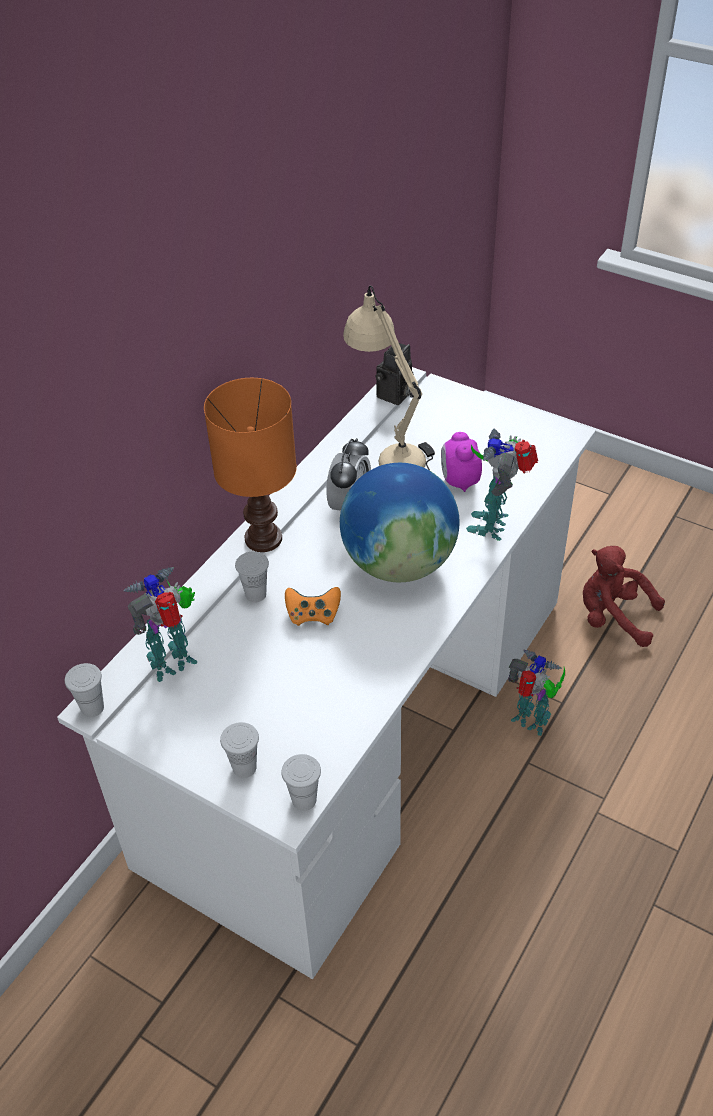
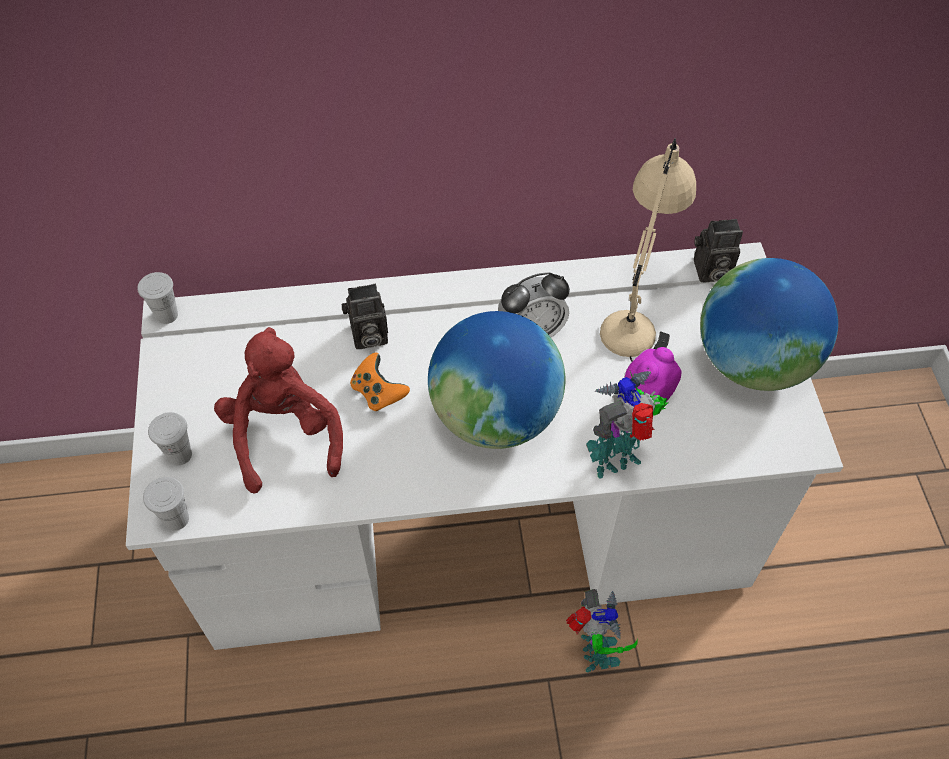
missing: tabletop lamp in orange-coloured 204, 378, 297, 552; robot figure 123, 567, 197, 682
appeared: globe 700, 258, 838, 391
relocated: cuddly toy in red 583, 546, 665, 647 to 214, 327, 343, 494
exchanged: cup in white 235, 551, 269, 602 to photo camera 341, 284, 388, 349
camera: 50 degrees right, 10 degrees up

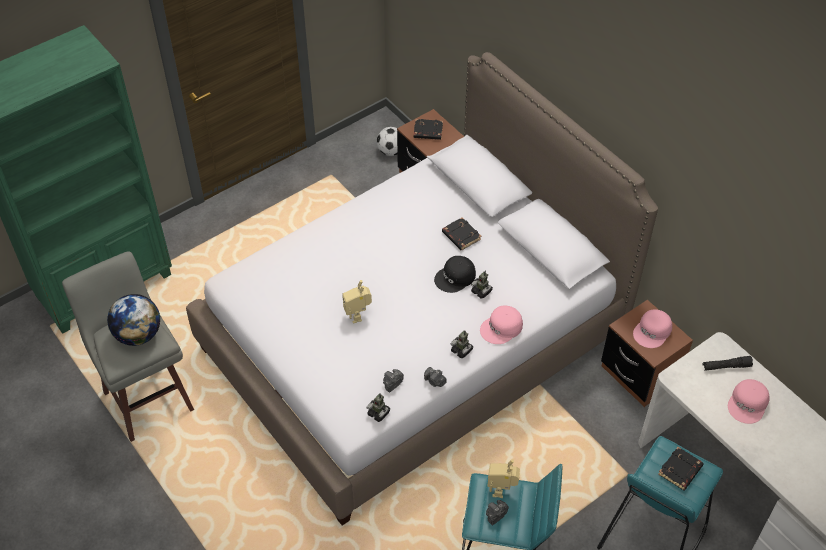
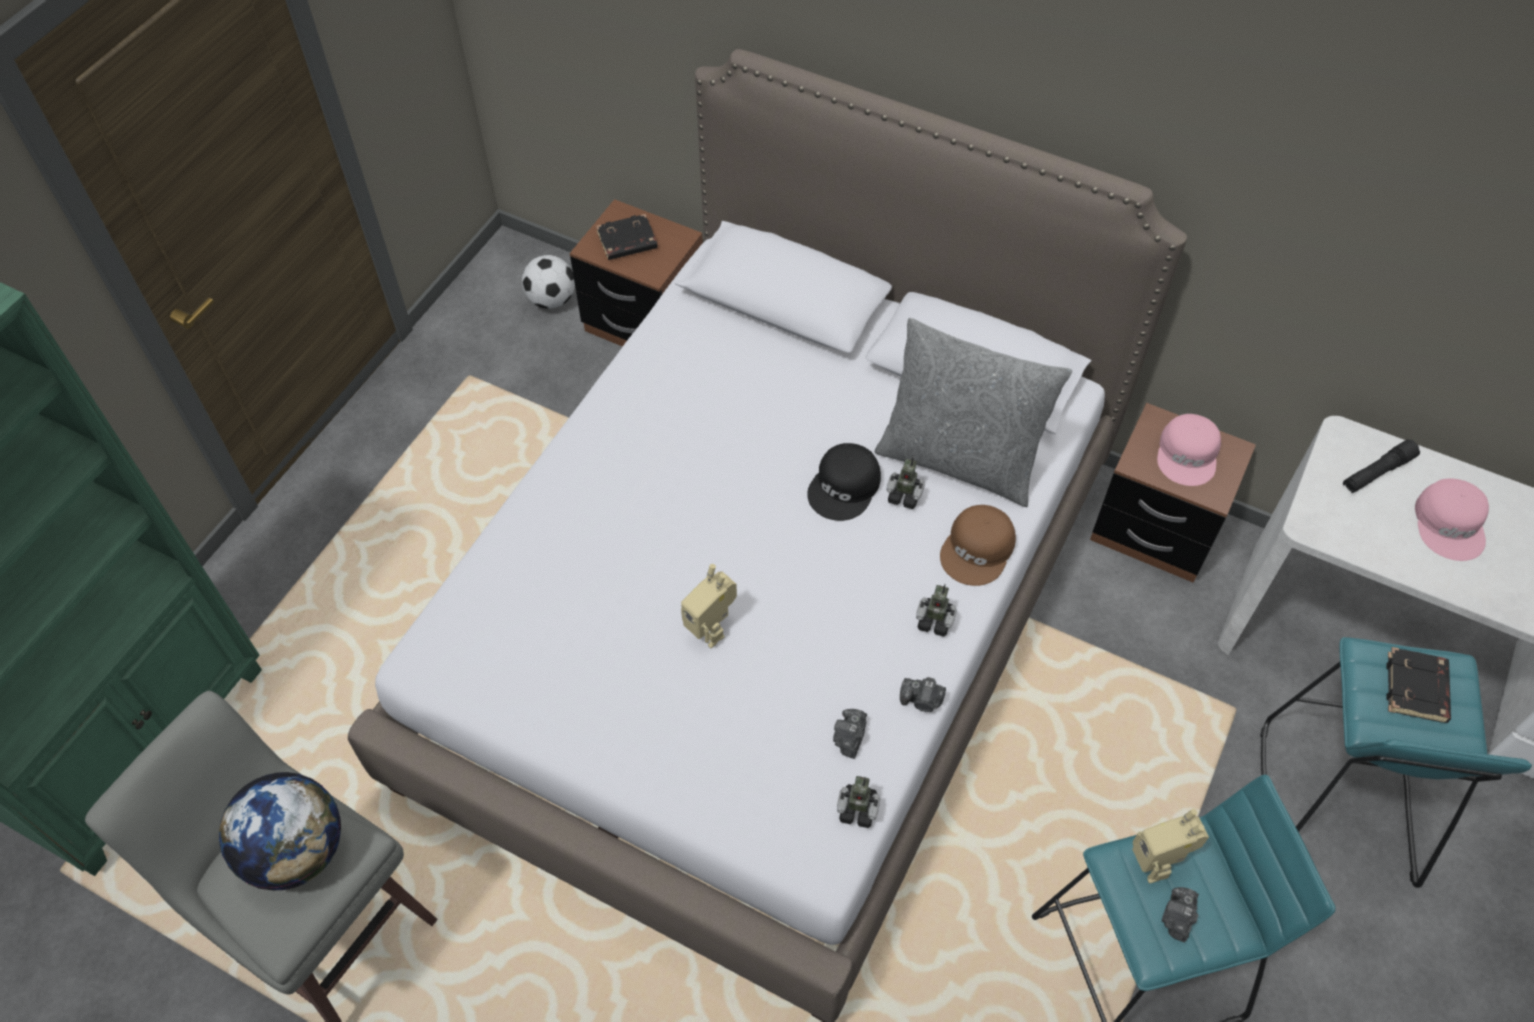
missing: volume in blackish 442, 217, 481, 250
appeared: pillow in gray 875, 318, 1072, 507
colour: cap in pinkish 480, 306, 523, 344 to cap in brown 940, 505, 1016, 586
camera: 25 degrees left, 5 degrees up

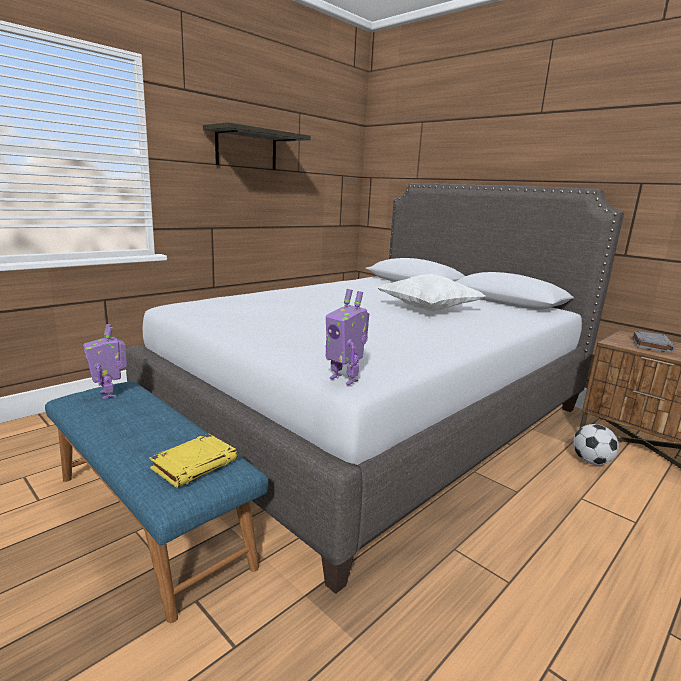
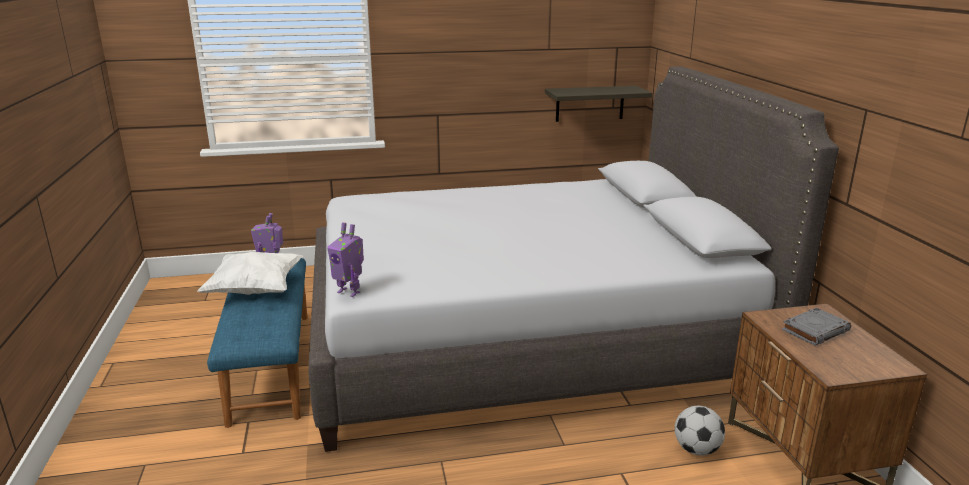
missing: volume in yellowish 149, 433, 238, 488
relocated: shelf 203, 122, 311, 170 to 545, 86, 653, 122; pillow in white 377, 274, 486, 311 to 197, 252, 303, 295
spun: robot figure 326, 289, 369, 385 = 327, 222, 364, 297 45 degrees counterclockwise
camera: 35 degrees right, 5 degrees up

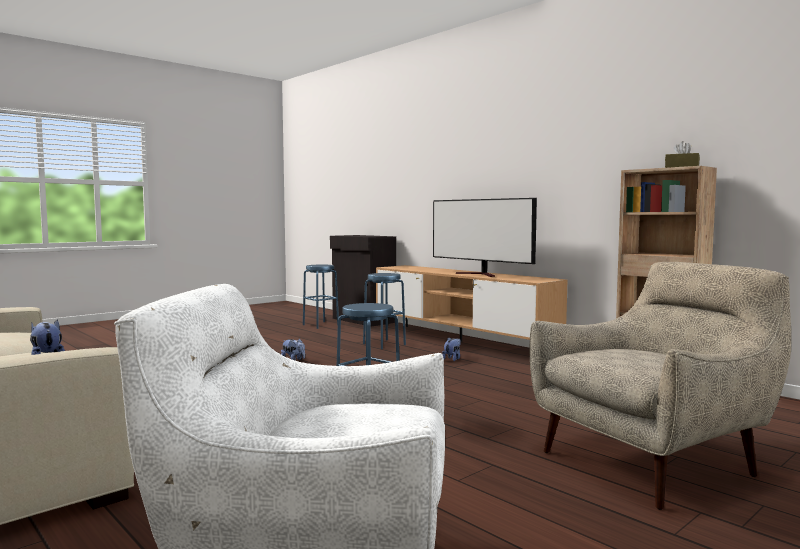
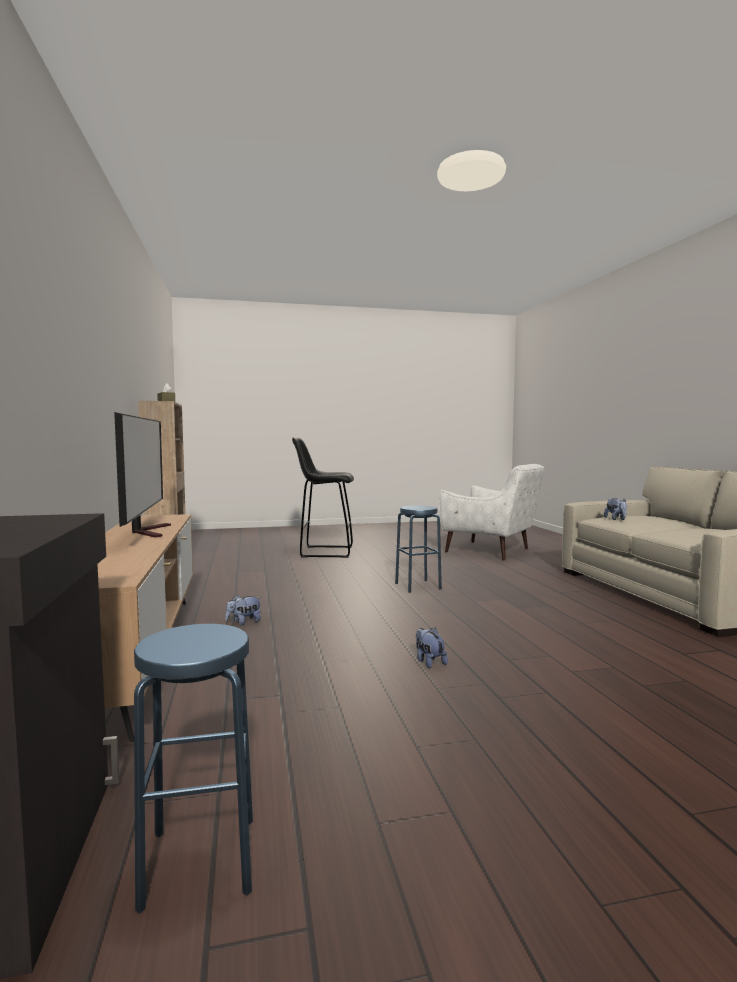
missing: sitting stool in bluish 363, 273, 406, 349
exchanged: armchair in sand-coloured 530, 262, 791, 510 to sitting stool in blackish 292, 437, 354, 558
camera: 150 degrees left, 0 degrees up

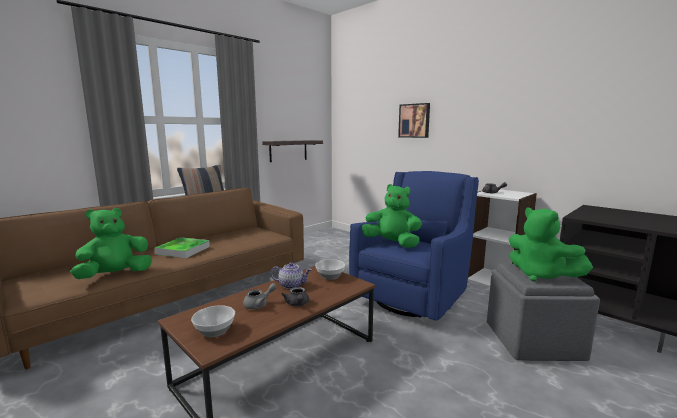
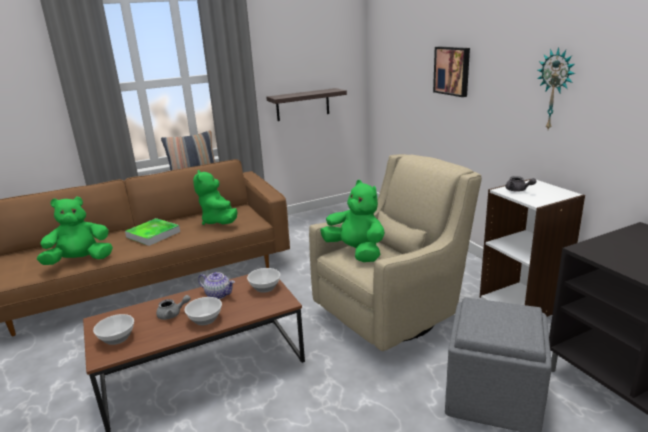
appeared: hanging clock 537, 47, 576, 130
relocated: cuddly toy in green-coloured 509, 208, 593, 281 to 193, 170, 238, 225
exchanged: pot for tea in gray 281, 287, 309, 306 to bowl 185, 297, 222, 325
colour: armchair in bluish 349, 171, 479, 321 to armchair in sand-coloured 309, 154, 482, 351
camera: 20 degrees right, 10 degrees up

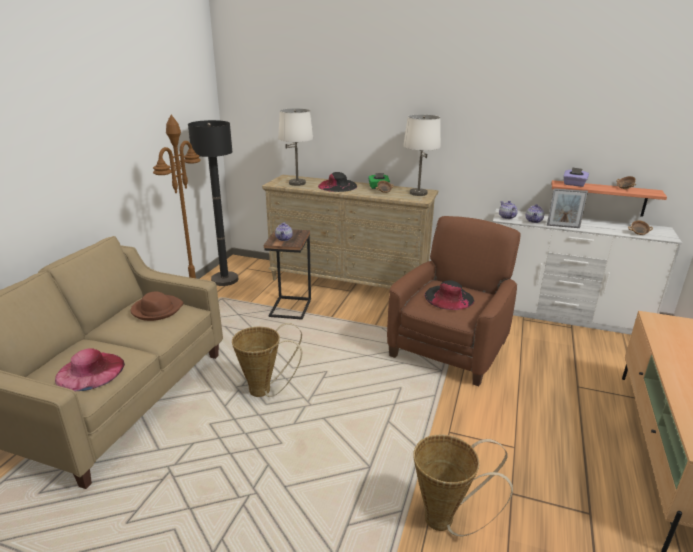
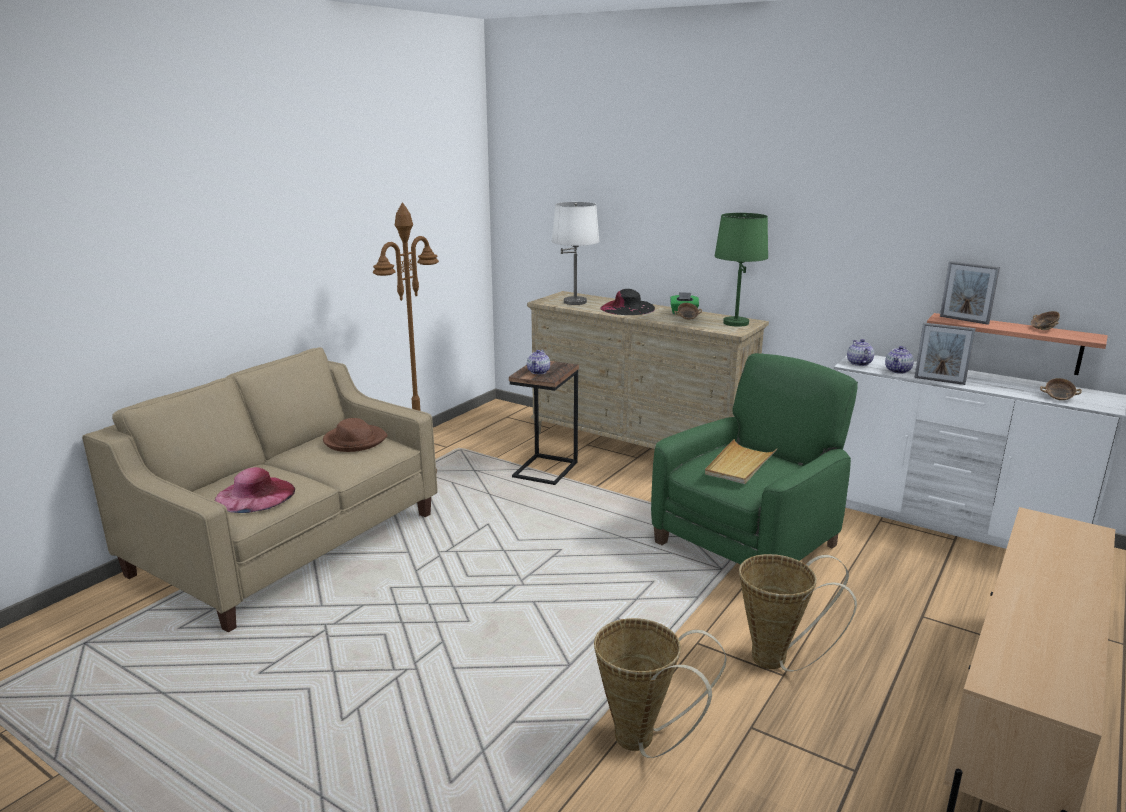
missing: floor lamp in blackish 188, 120, 238, 286
relocated: household basket 232, 323, 302, 397 to 739, 554, 857, 672
exchanged: tissue holder in purple-coloured 563, 167, 589, 187 to standing frame 940, 261, 1000, 325; wearable hat in blackish 424, 280, 474, 310 to serving tray in sand-coloured 705, 439, 778, 484
colour: tabletop lamp in white 403, 115, 441, 196 to tabletop lamp in green-coloured 714, 213, 768, 327; armchair in brown 387, 216, 521, 386 to armchair in green-coloured 651, 353, 858, 564
camera: 15 degrees right, 5 degrees down

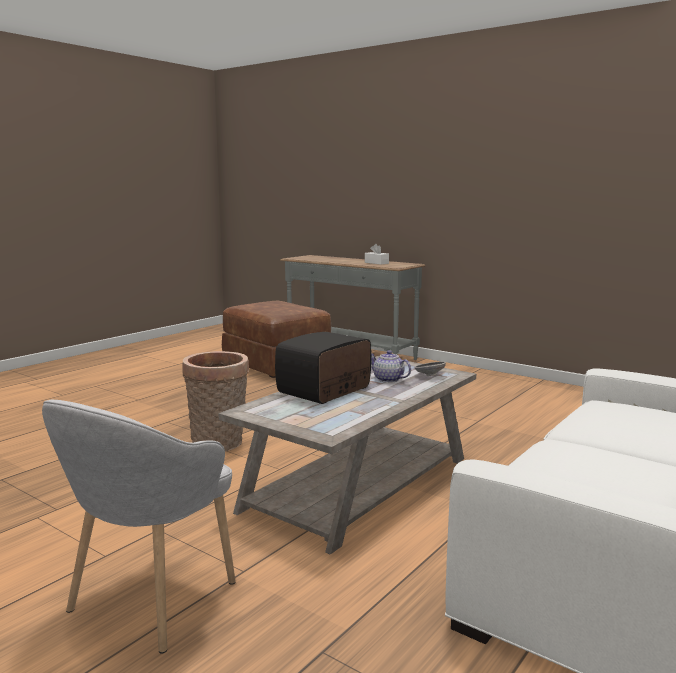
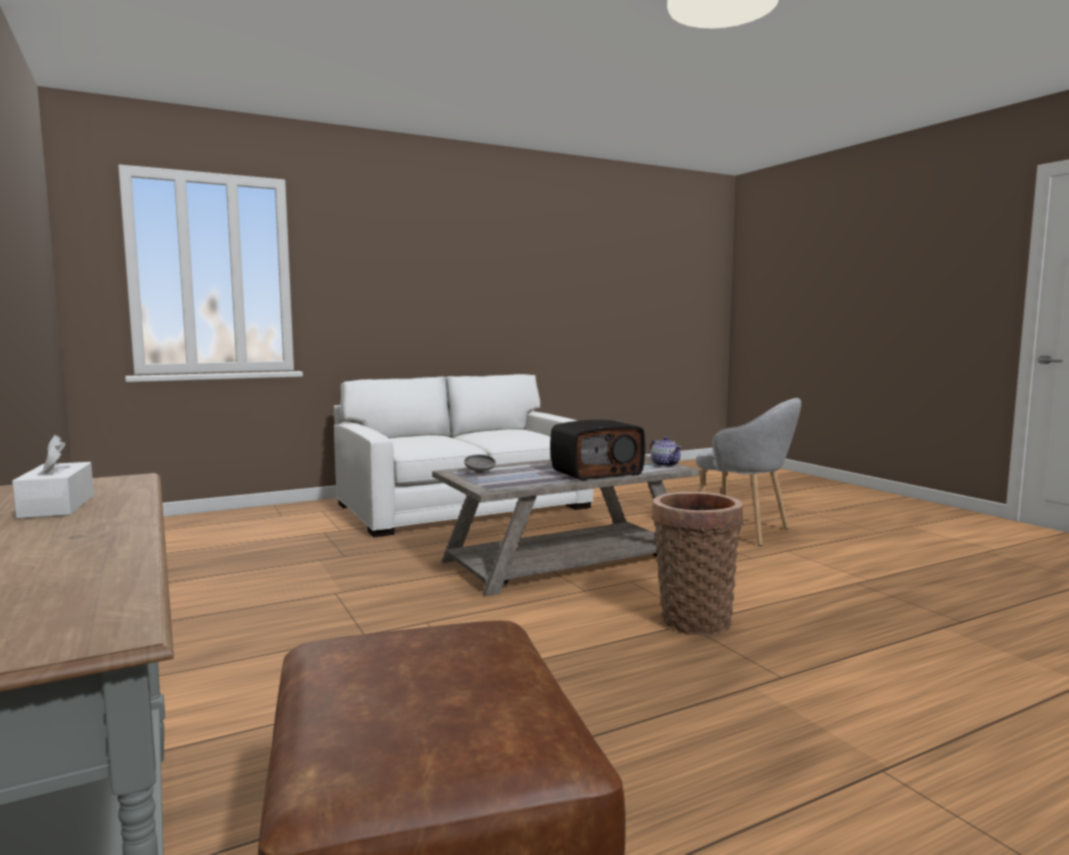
relocated: pot for tea 371, 350, 411, 383 to 650, 437, 682, 467
spun: armchair in gray 42, 400, 236, 654 = 696, 398, 801, 546 75 degrees clockwise
camera: 155 degrees left, 5 degrees down

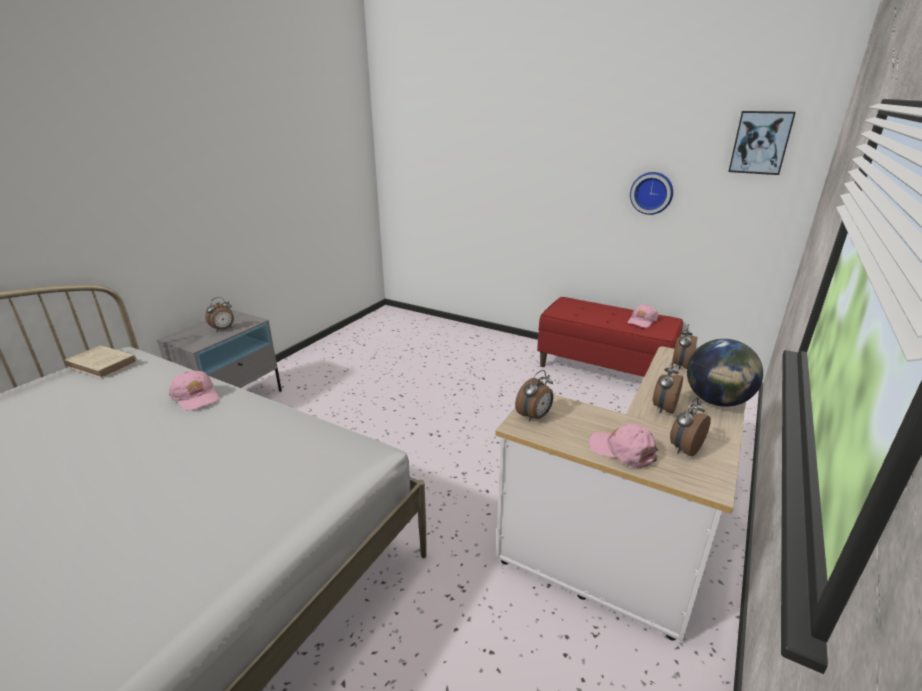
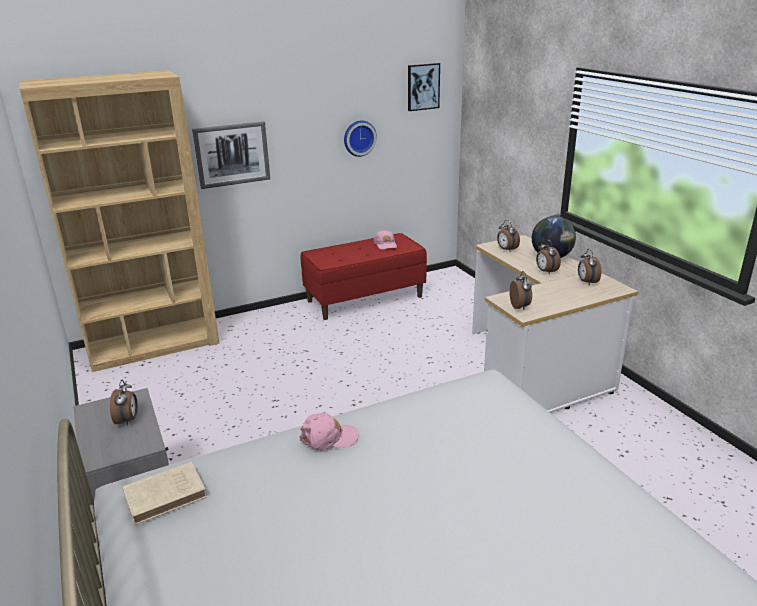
missing: cap in pinkish 589, 424, 658, 468
appeared: shelving unit in brown 19, 70, 219, 372; wall picture 192, 121, 270, 189
camera: 55 degrees left, 0 degrees up

